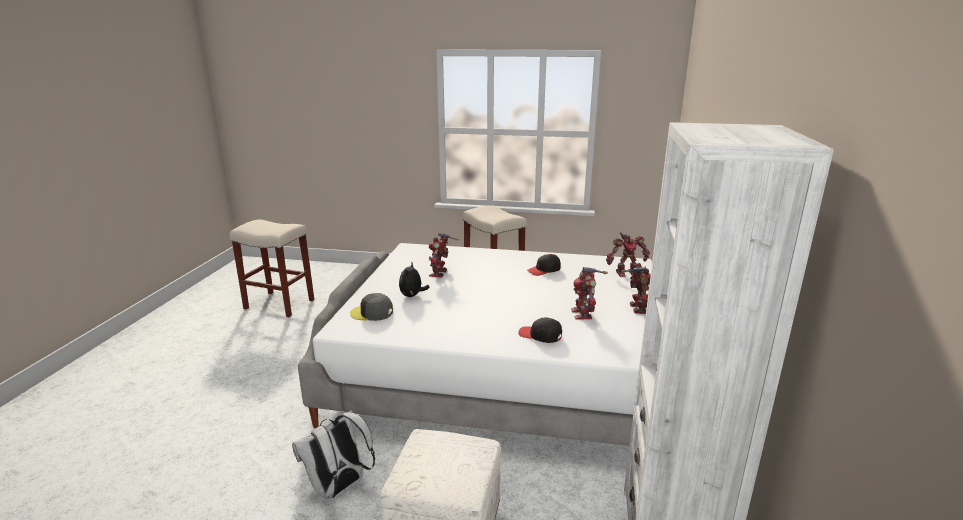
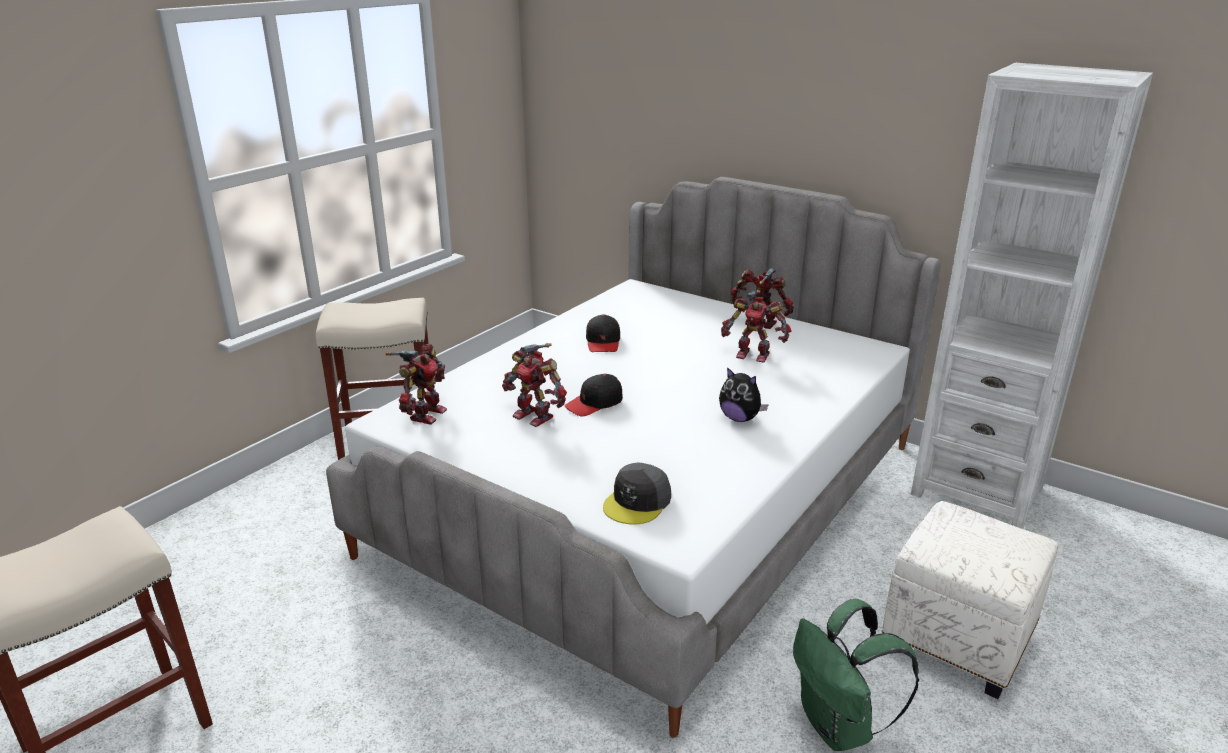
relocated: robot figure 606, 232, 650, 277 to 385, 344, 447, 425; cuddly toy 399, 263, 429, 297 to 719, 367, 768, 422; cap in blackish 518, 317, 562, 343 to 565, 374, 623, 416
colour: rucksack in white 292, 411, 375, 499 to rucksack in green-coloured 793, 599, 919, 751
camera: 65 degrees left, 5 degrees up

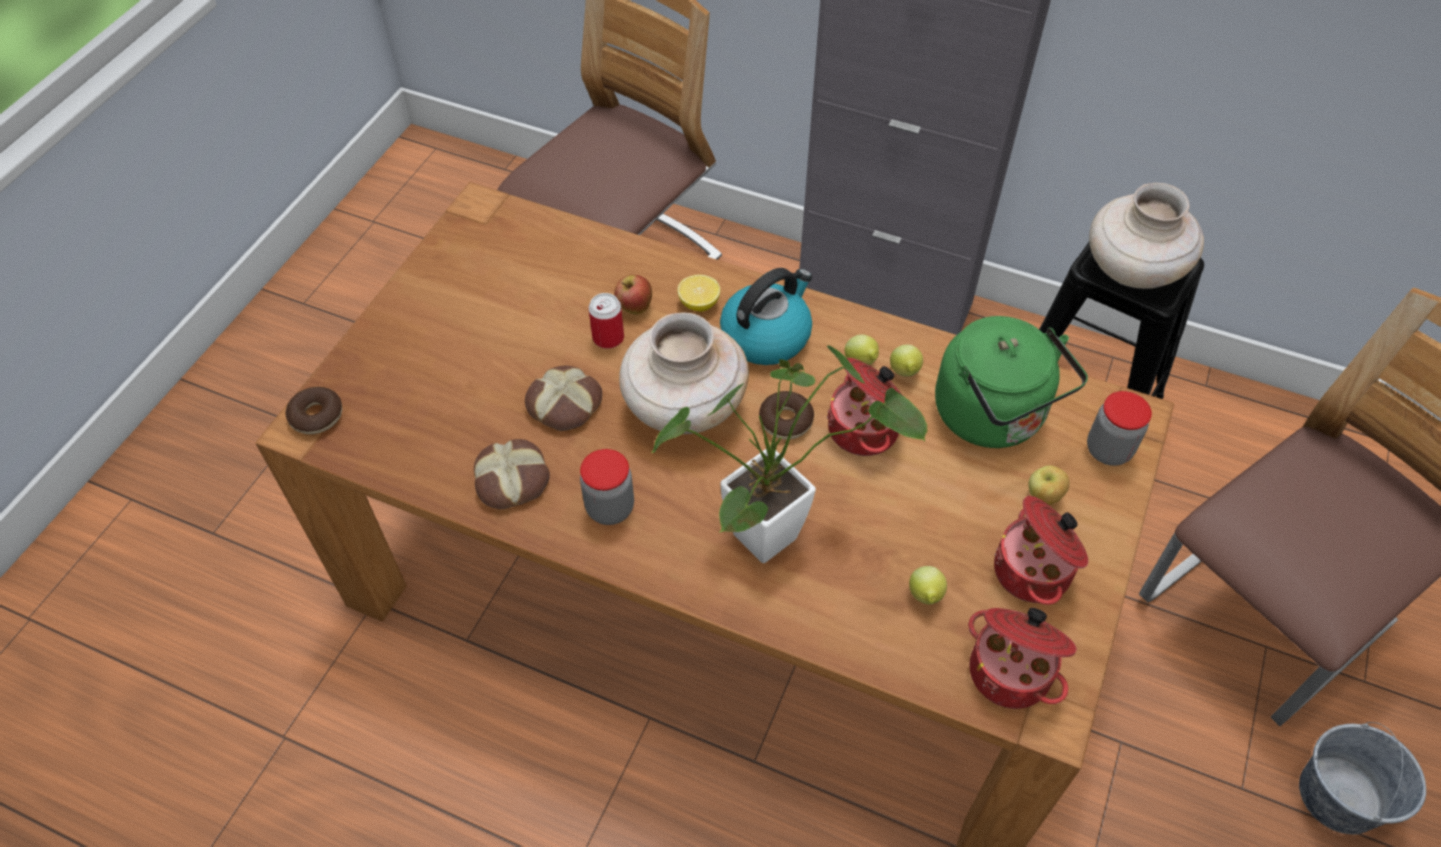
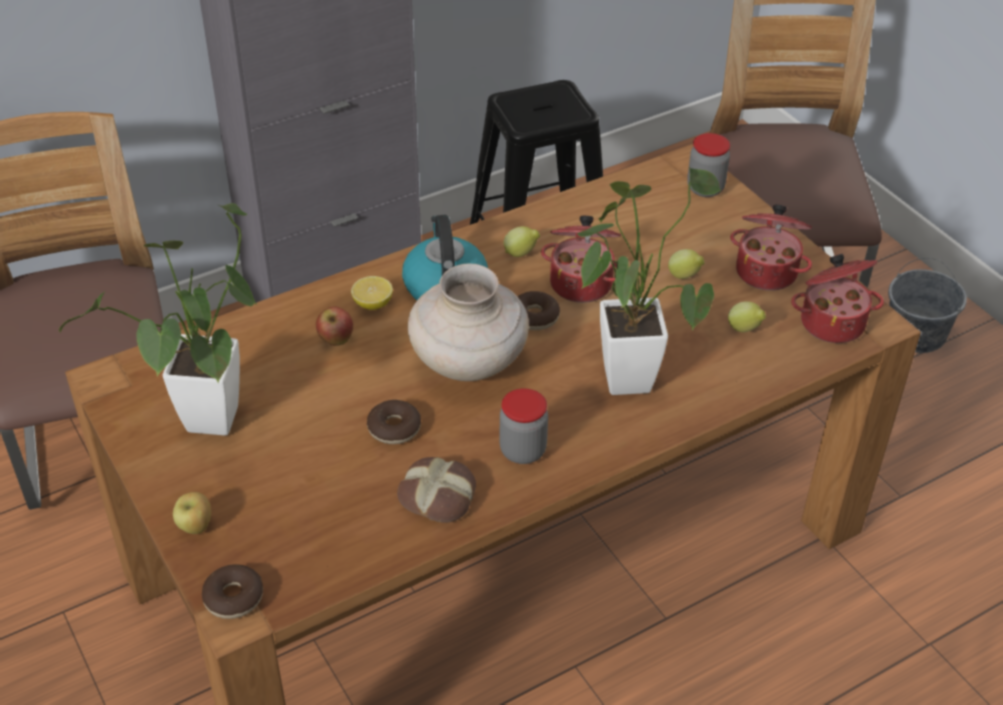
missing: decorative vase in sand-coloured 1089, 183, 1204, 289; sealed can 589, 293, 624, 349; water kettle in green-coloured 935, 316, 1088, 448
appeared: houseplant 59, 203, 257, 436
relocated: lemon 890, 345, 923, 377 to 668, 249, 704, 279; apple fruit 1028, 465, 1070, 506 to 173, 492, 211, 534
exchanged: bread 525, 365, 602, 431 to donut 367, 400, 421, 444
camera: 55 degrees left, 10 degrees down

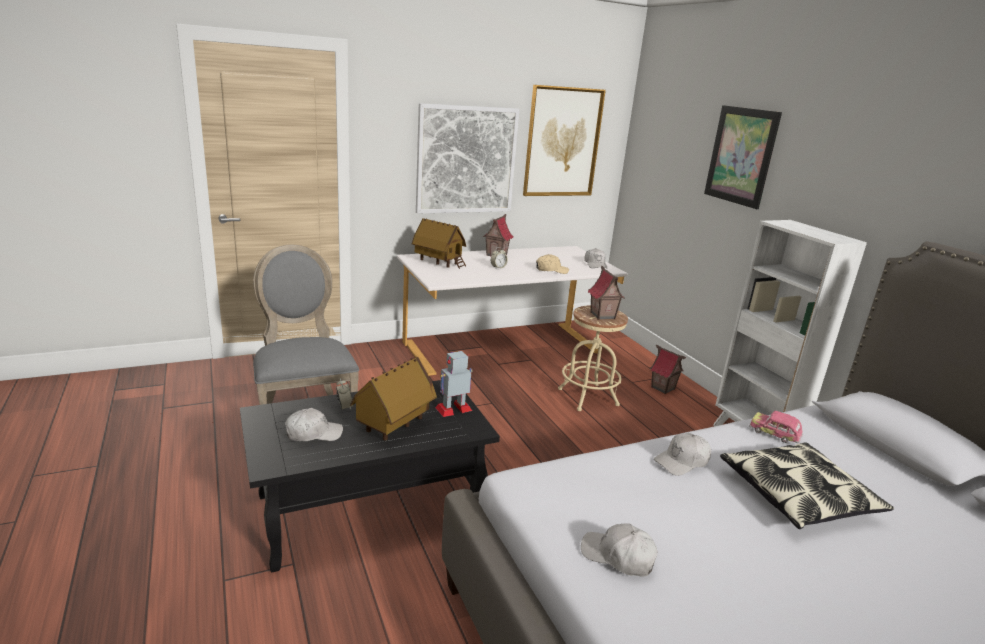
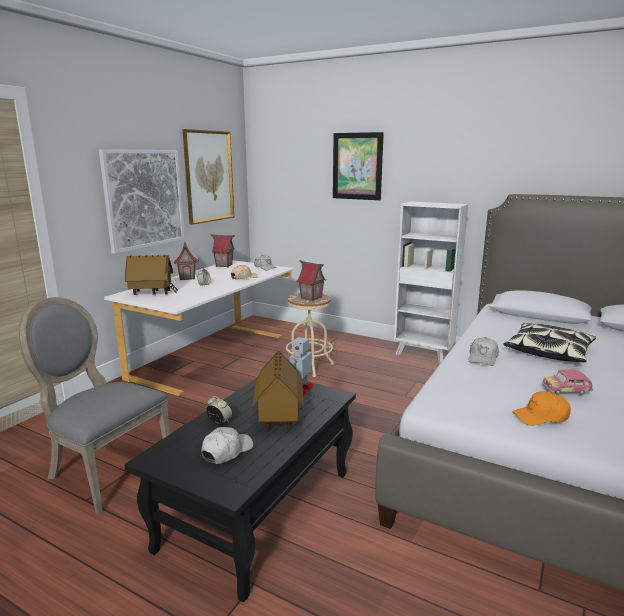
relocated: miniature house 650, 345, 686, 394 to 211, 234, 235, 267; model car 749, 411, 803, 443 to 542, 369, 593, 395
colour: cap in white 581, 523, 658, 577 to cap in orange-coloured 512, 391, 571, 426
camera: 35 degrees left, 5 degrees down

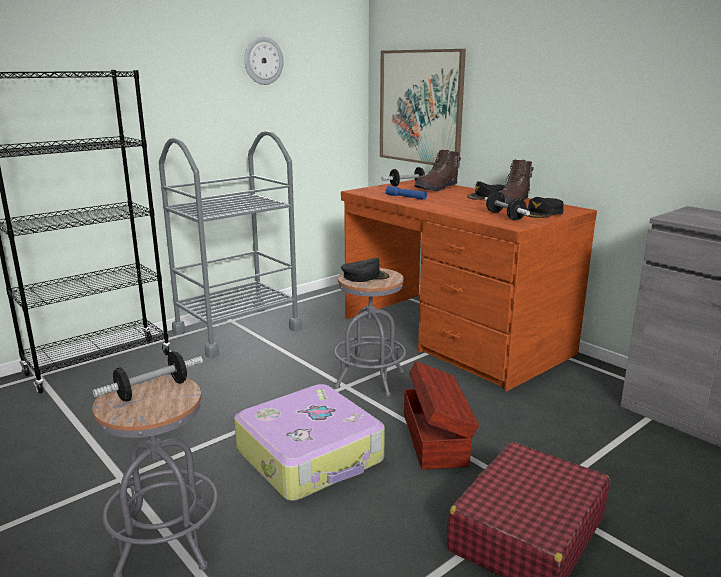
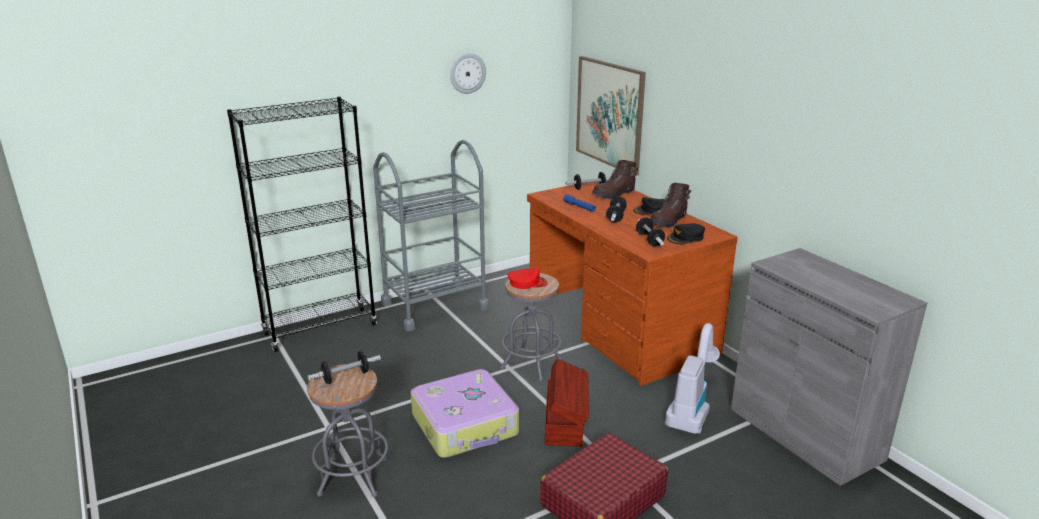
appeared: free weight 606, 196, 627, 222; vacuum cleaner 665, 323, 720, 434
colour: cap in blackish 341, 258, 389, 282 to cap in red 508, 268, 548, 289
camera: 10 degrees right, 5 degrees up

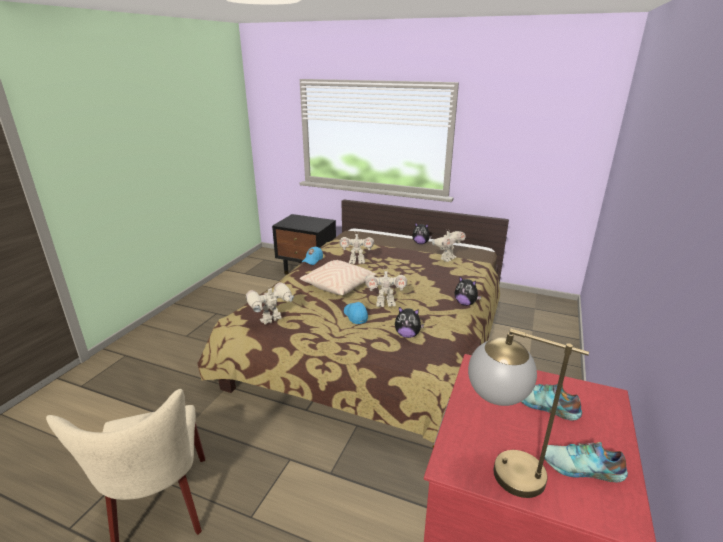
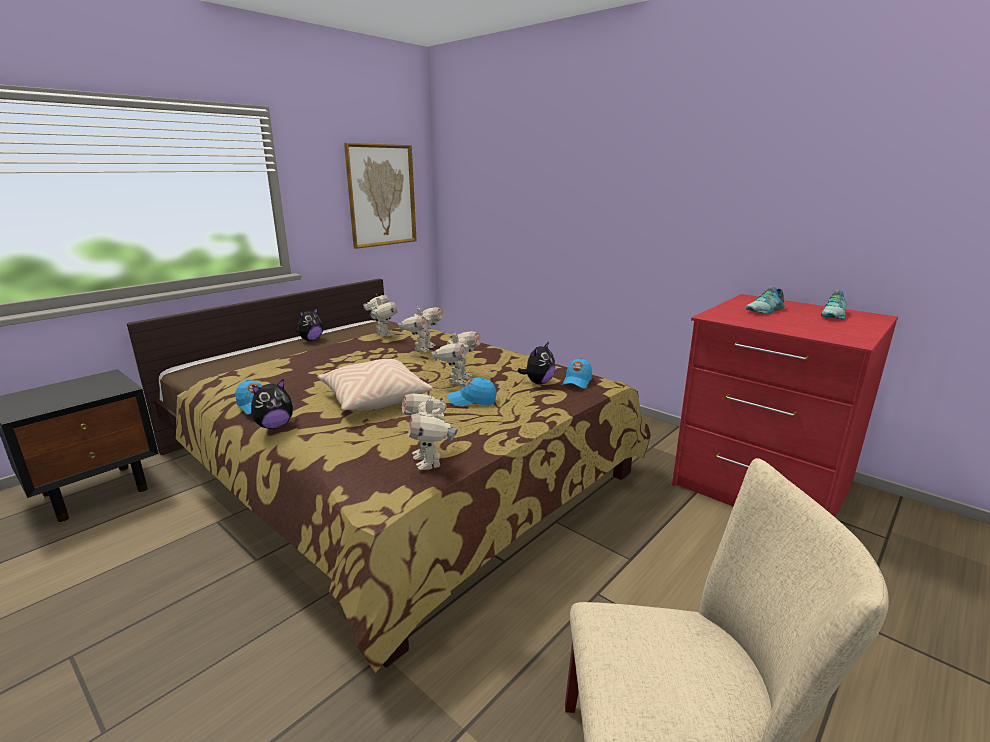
missing: tabletop lamp 468, 329, 589, 498
appeared: wall picture 344, 143, 417, 249; cap in bluish 562, 358, 592, 389
relocated: robot figure 339, 234, 374, 264 to 398, 304, 444, 352; cuddly toy 454, 276, 482, 306 to 251, 379, 293, 429
camera: 70 degrees left, 5 degrees down

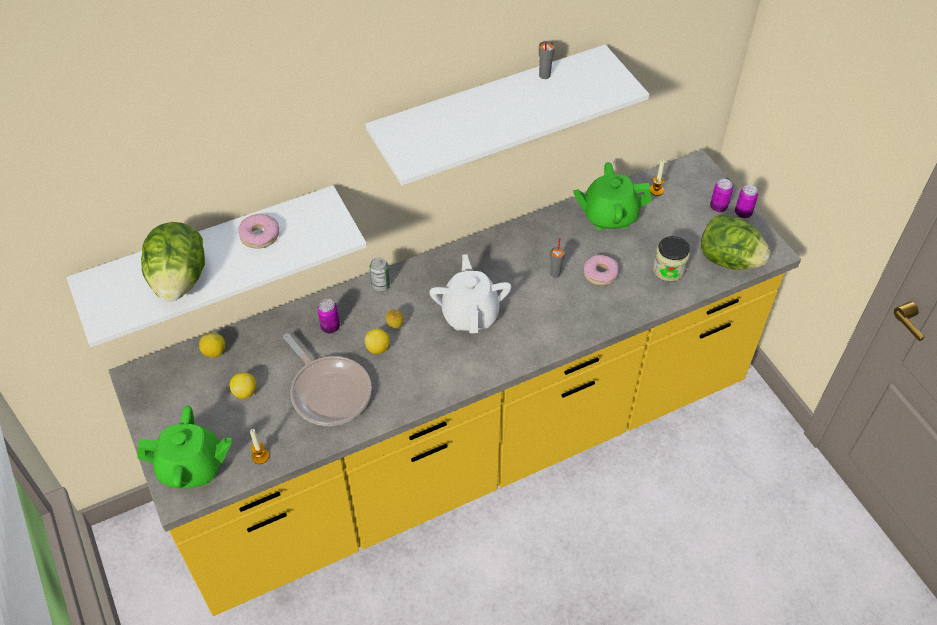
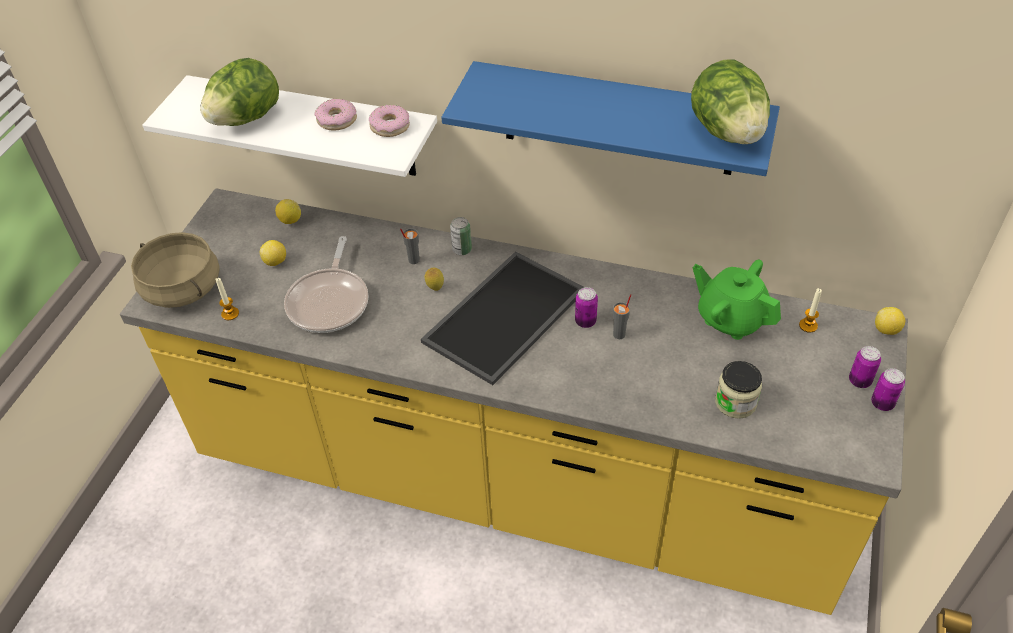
relocated: cup in gray 539, 41, 555, 79 to 400, 228, 420, 264; lettuce head 701, 214, 771, 270 to 691, 59, 770, 144; donut 584, 255, 619, 286 to 369, 105, 410, 137; sealed can 317, 299, 340, 333 to 575, 287, 598, 328; lemon 364, 329, 390, 354 to 875, 307, 905, 335
exchanged: pot for tea in white 430, 254, 511, 333 to serving tray 421, 251, 584, 385; pot for tea in green-coloured 137, 406, 232, 489 to saucepot in sand-coloured 131, 232, 220, 308
colour: shelf in white 365, 45, 649, 186 to shelf in bluish 441, 61, 780, 176
camera: 45 degrees right, 5 degrees down

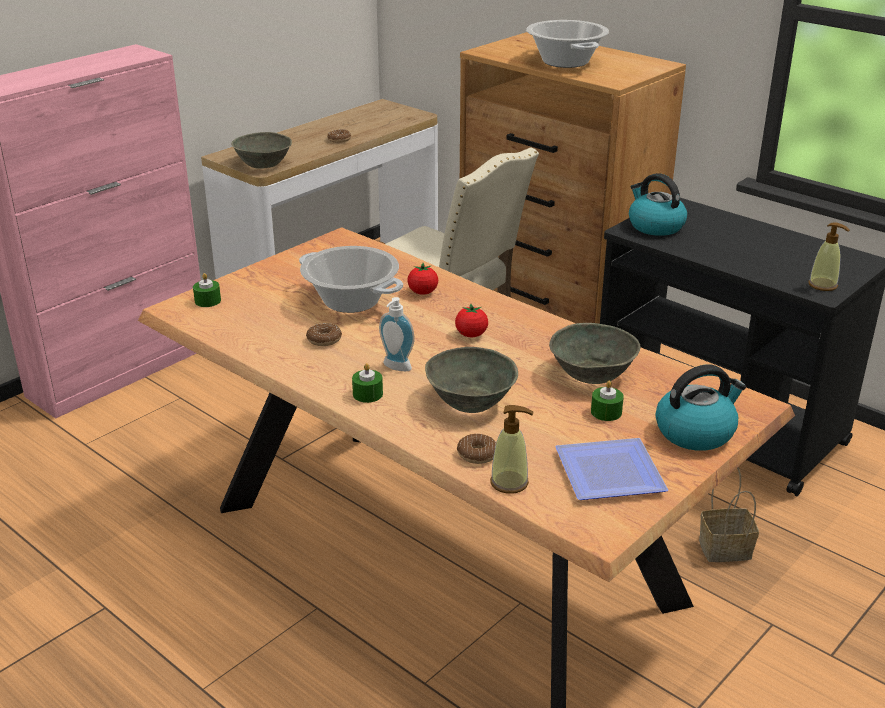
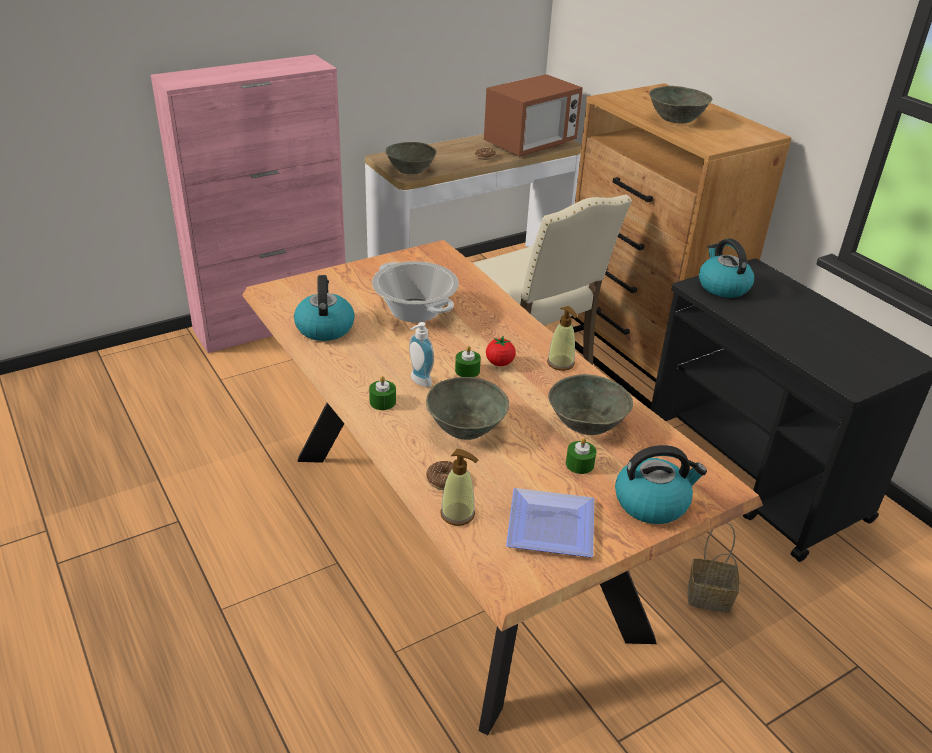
missing: tomato 407, 263, 438, 295; donut 306, 323, 342, 346
appeared: kitchen microwave 484, 74, 583, 156; water kettle 294, 275, 355, 341
relocated: soap bottle 808, 222, 850, 291 to 547, 306, 577, 371; wax light in green-coloured 193, 273, 221, 307 to 455, 346, 481, 377
exchanged: saucepot 526, 20, 609, 68 to bowl in gray 649, 86, 712, 123
camera: 15 degrees right, 5 degrees up

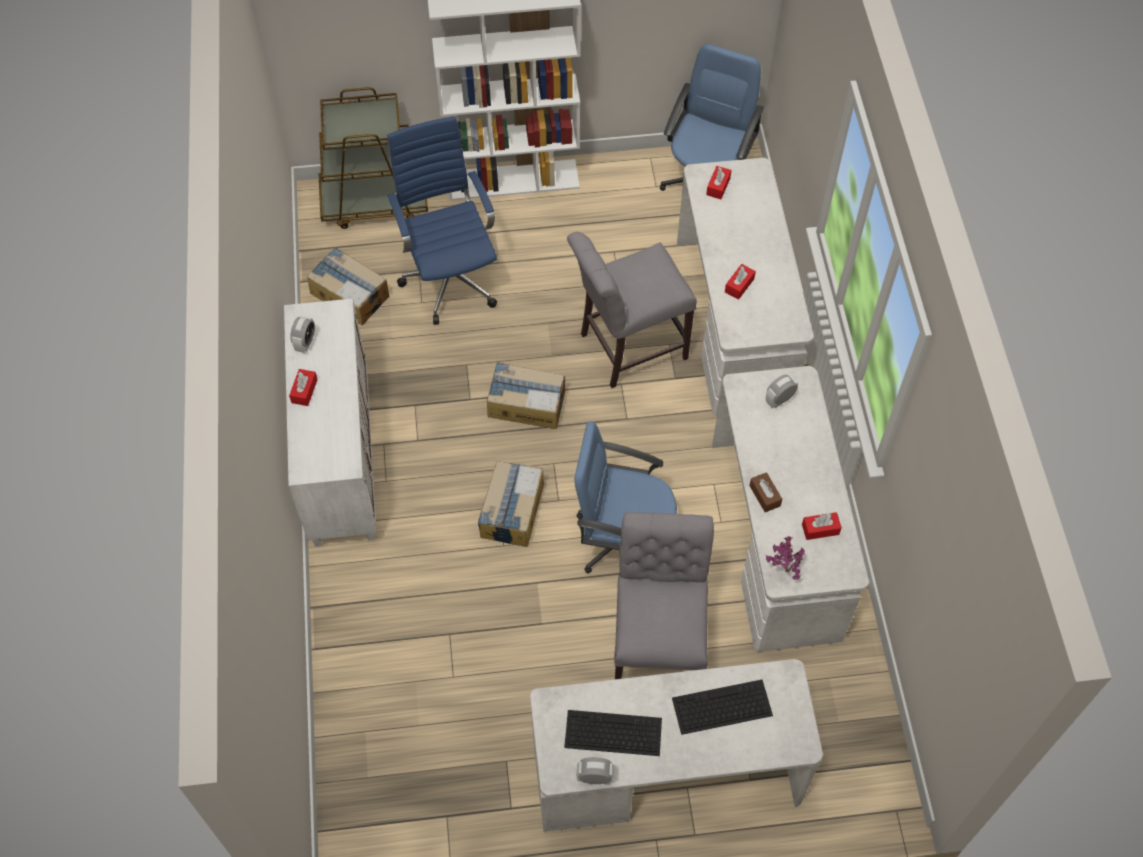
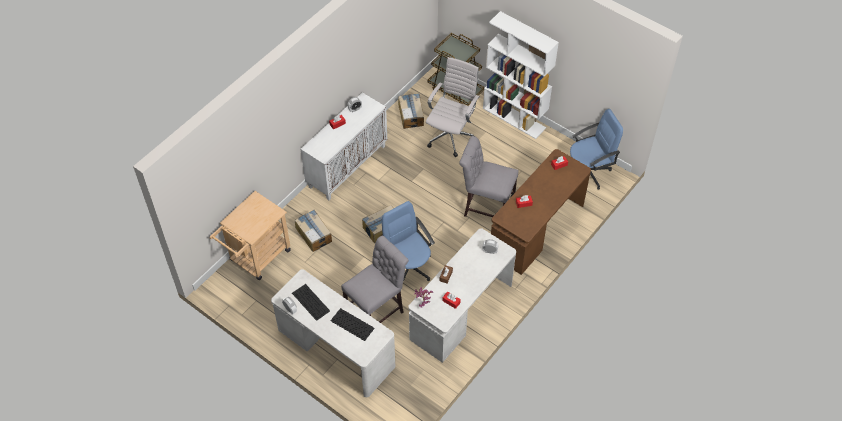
appeared: trolley in sand-coloured 210, 191, 291, 280
relocated: cardboard box 487, 362, 565, 429 to 295, 210, 332, 252
colour: office chair in bluish 387, 117, 497, 325 to office chair in white 426, 57, 480, 157; desk unit in white 677, 158, 814, 416 to desk unit in brown 491, 149, 591, 275
camera: 45 degrees right, 5 degrees down

